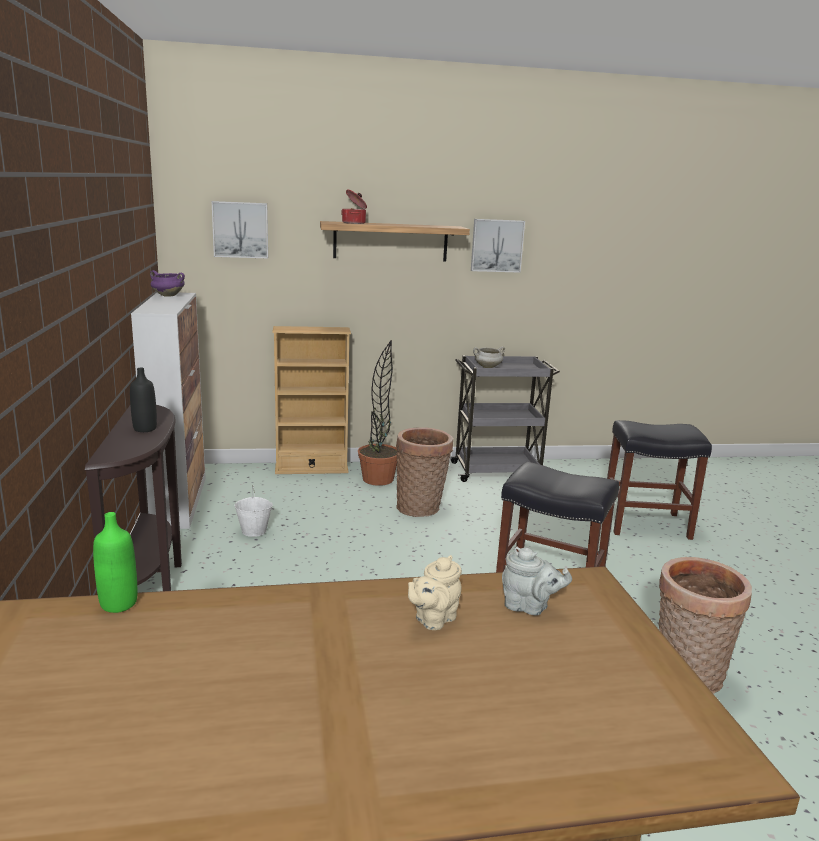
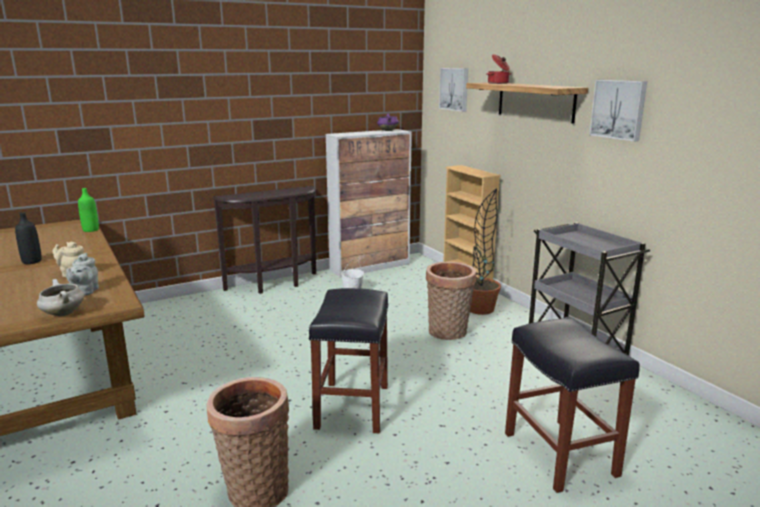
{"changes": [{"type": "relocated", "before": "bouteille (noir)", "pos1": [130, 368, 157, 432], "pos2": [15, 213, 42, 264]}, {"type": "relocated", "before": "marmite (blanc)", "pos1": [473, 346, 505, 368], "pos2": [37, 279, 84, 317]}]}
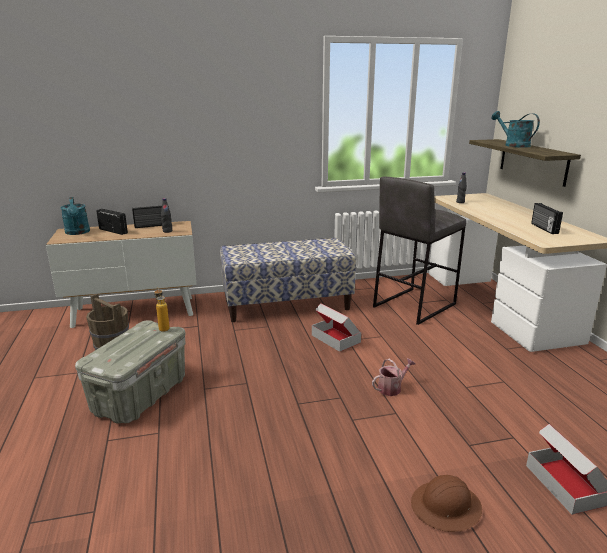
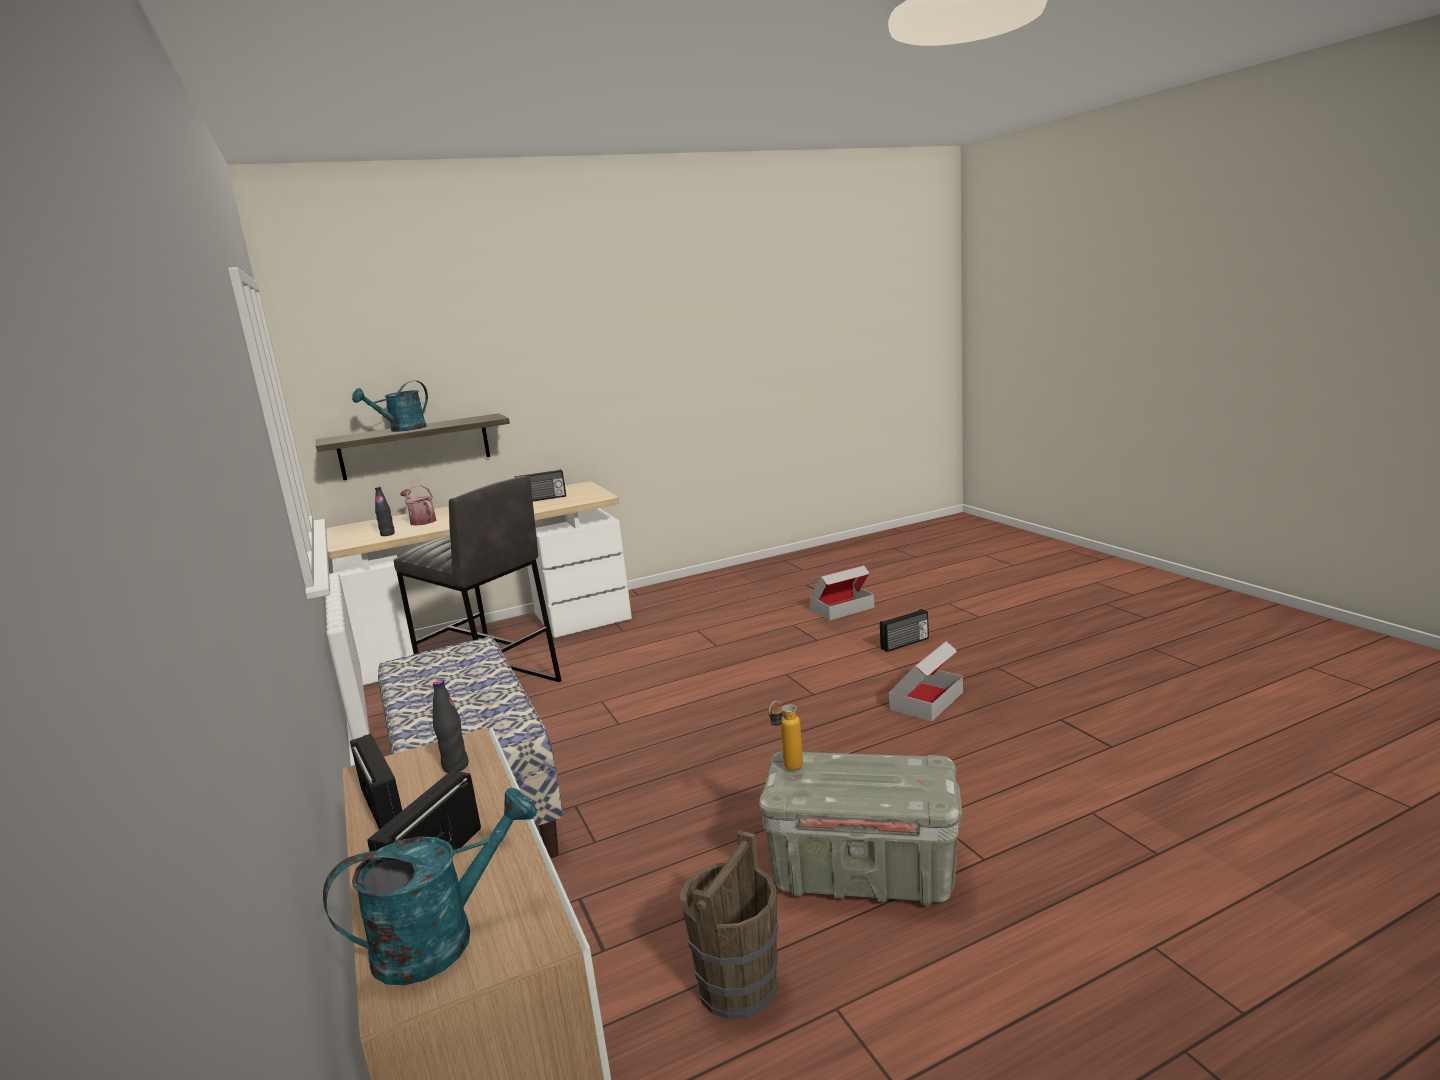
{"changes": [{"type": "relocated", "before": "carton", "pos1": [312, 303, 361, 352], "pos2": [889, 641, 963, 721]}, {"type": "relocated", "before": "arrosoir", "pos1": [372, 358, 415, 396], "pos2": [400, 485, 437, 526]}, {"type": "exchanged", "before": "casque de chantier (marron)", "after": "radio", "pos1": [411, 475, 482, 532], "pos2": [880, 609, 929, 652]}]}
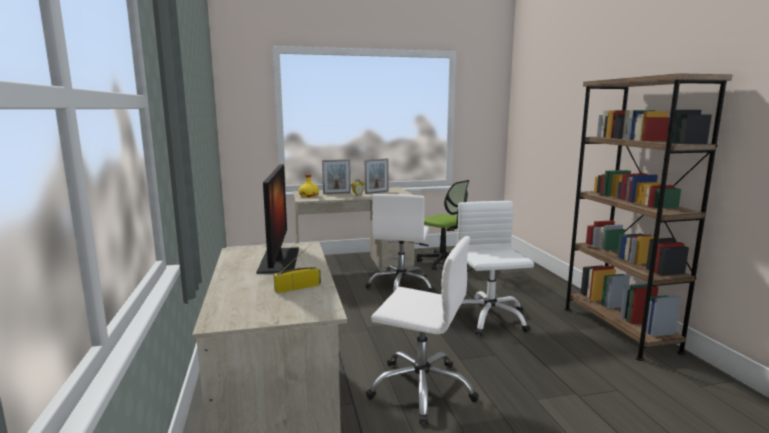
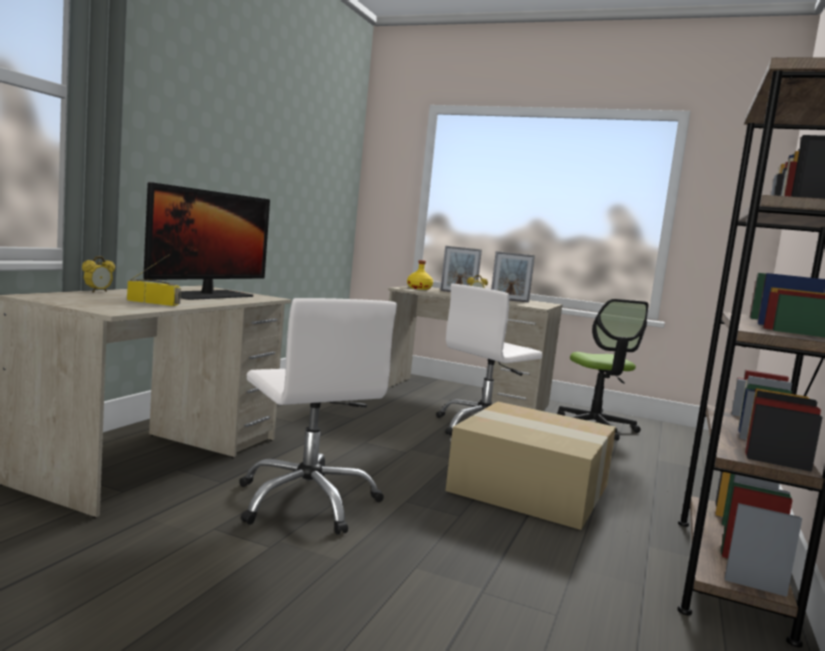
{"changes": [{"type": "appeared", "after": "réveil", "pos2": [82, 256, 115, 292]}, {"type": "exchanged", "before": "chaise de bureau (blanc)", "after": "carton", "pos1": [457, 201, 534, 336], "pos2": [445, 401, 616, 530]}]}
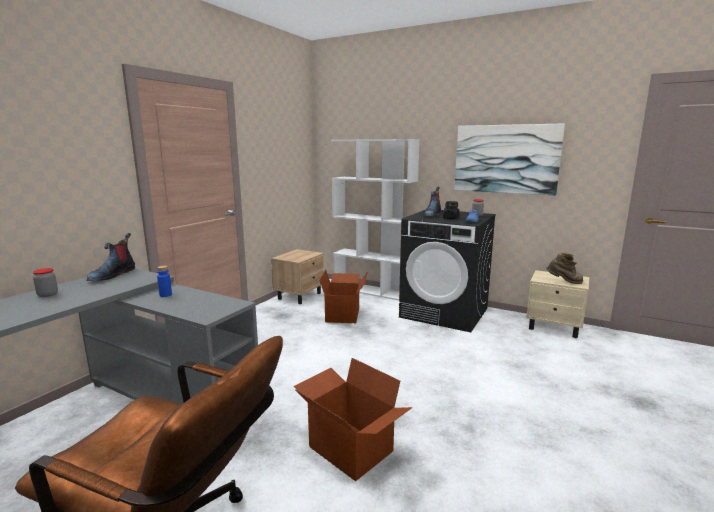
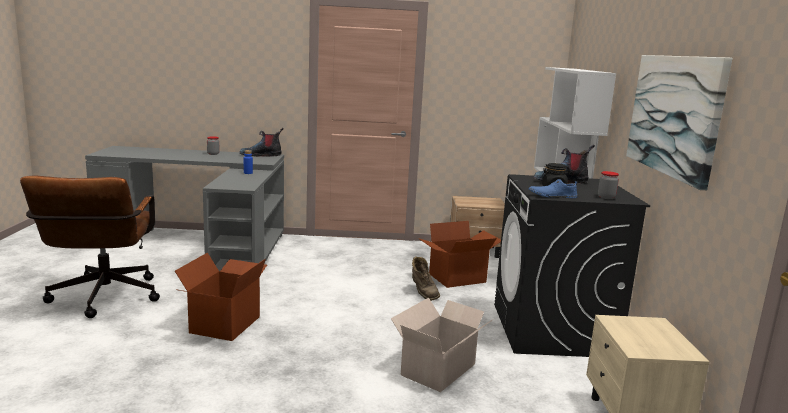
{"changes": [{"type": "appeared", "after": "carton", "pos2": [391, 298, 494, 392]}, {"type": "relocated", "before": "botte (marron)", "pos1": [546, 253, 583, 284], "pos2": [412, 256, 440, 301]}]}
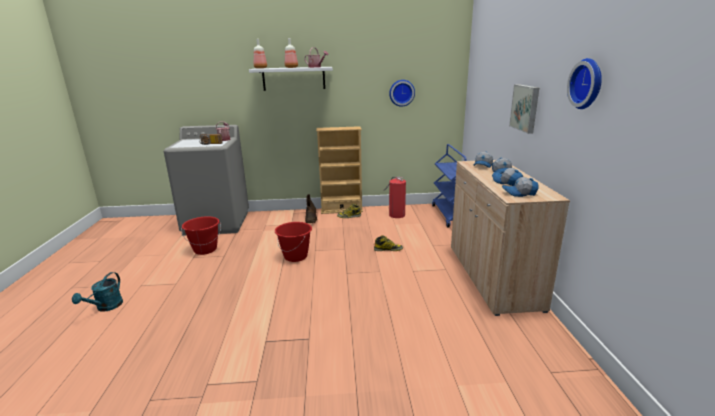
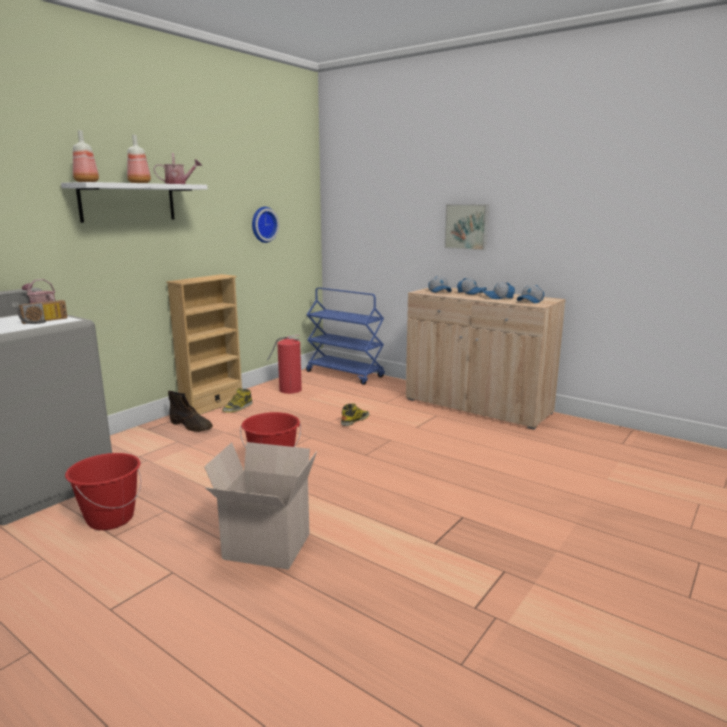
{"changes": [{"type": "missing", "before": "arrosoir (turquoise)", "pos1": [72, 272, 123, 312]}, {"type": "missing", "before": "horloge murale", "pos1": [567, 58, 602, 109]}, {"type": "appeared", "after": "carton", "pos2": [204, 442, 317, 570]}]}
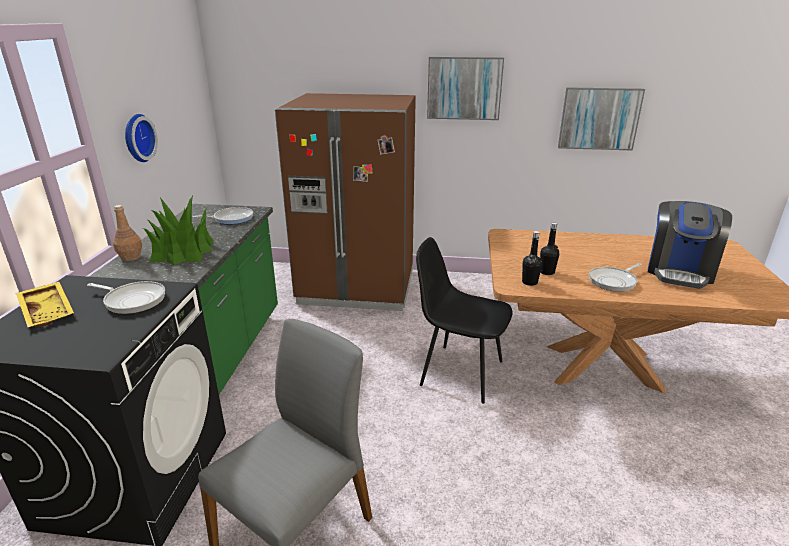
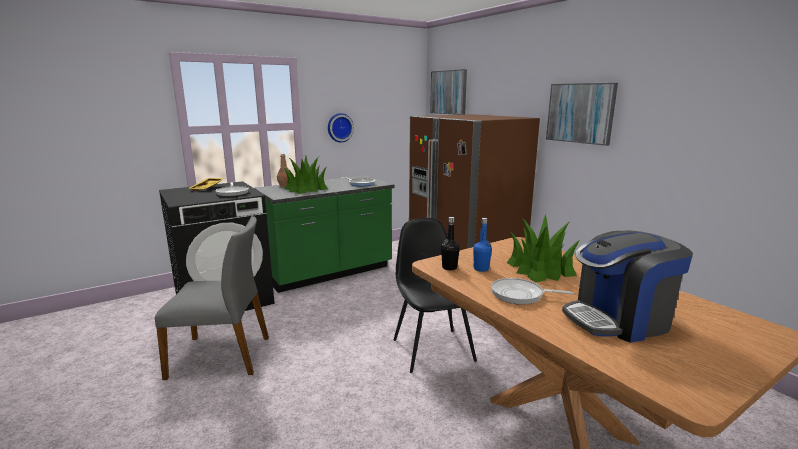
{"changes": [{"type": "appeared", "after": "plante en pot", "pos2": [507, 214, 580, 282]}, {"type": "relocated", "before": "tableau", "pos1": [558, 87, 645, 151], "pos2": [430, 69, 467, 115]}, {"type": "colour", "before": "bouteille (noir)", "after": "bouteille (bleu)", "pos1": [540, 222, 559, 275], "pos2": [473, 218, 492, 272]}]}
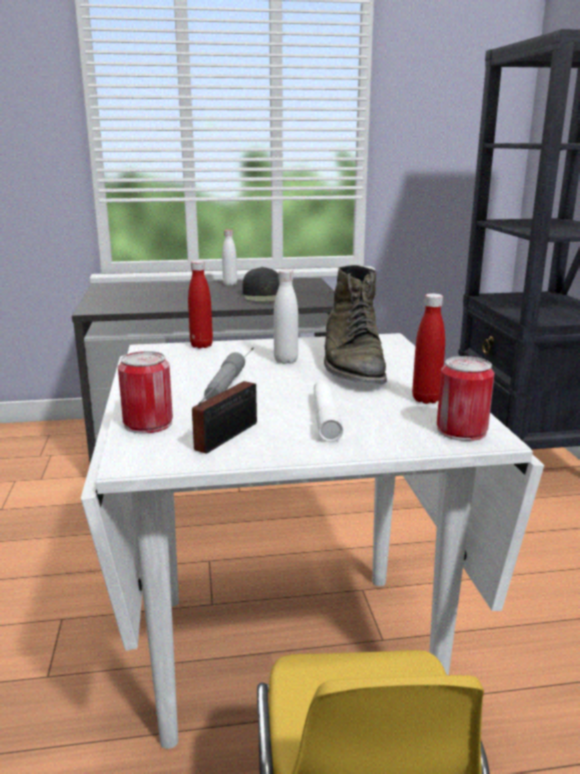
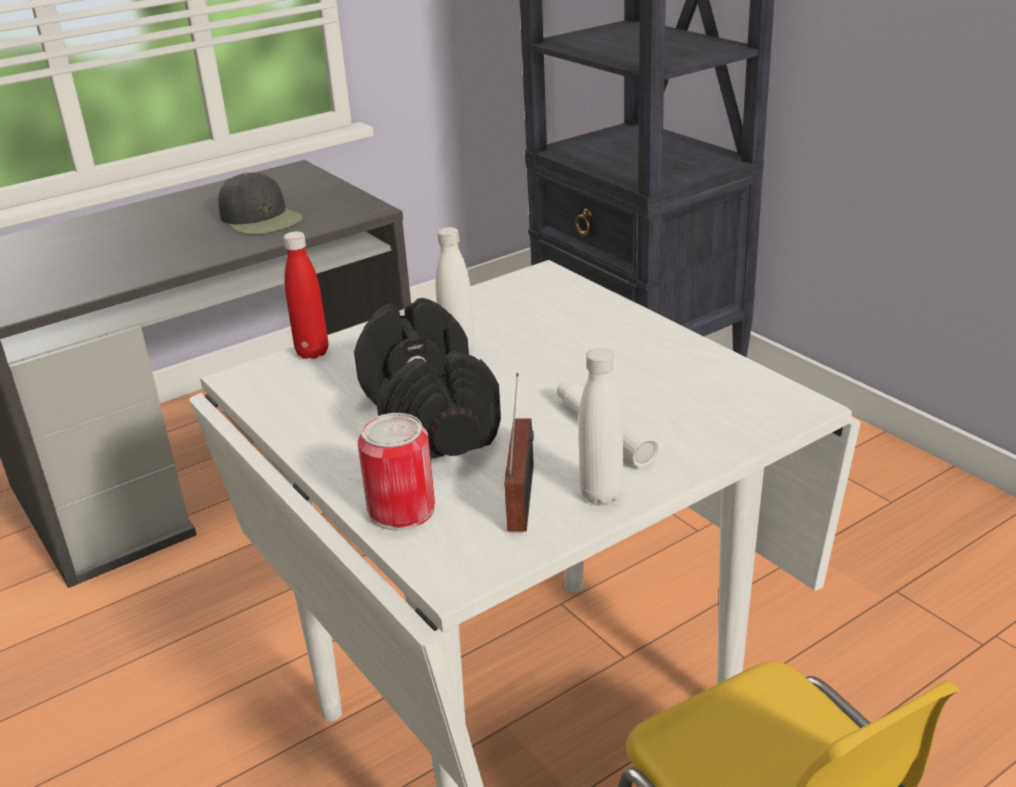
{"changes": [{"type": "missing", "before": "botte (vert)", "pos1": [324, 265, 387, 385]}, {"type": "missing", "before": "bouteille (rouge)", "pos1": [412, 293, 445, 404]}, {"type": "missing", "before": "boîte métallique", "pos1": [437, 356, 495, 441]}, {"type": "relocated", "before": "bouteille (blanc)", "pos1": [222, 230, 237, 285], "pos2": [579, 348, 623, 505]}, {"type": "exchanged", "before": "lampe de poche (gris)", "after": "haltère (noir)", "pos1": [204, 352, 245, 400], "pos2": [354, 298, 501, 459]}]}
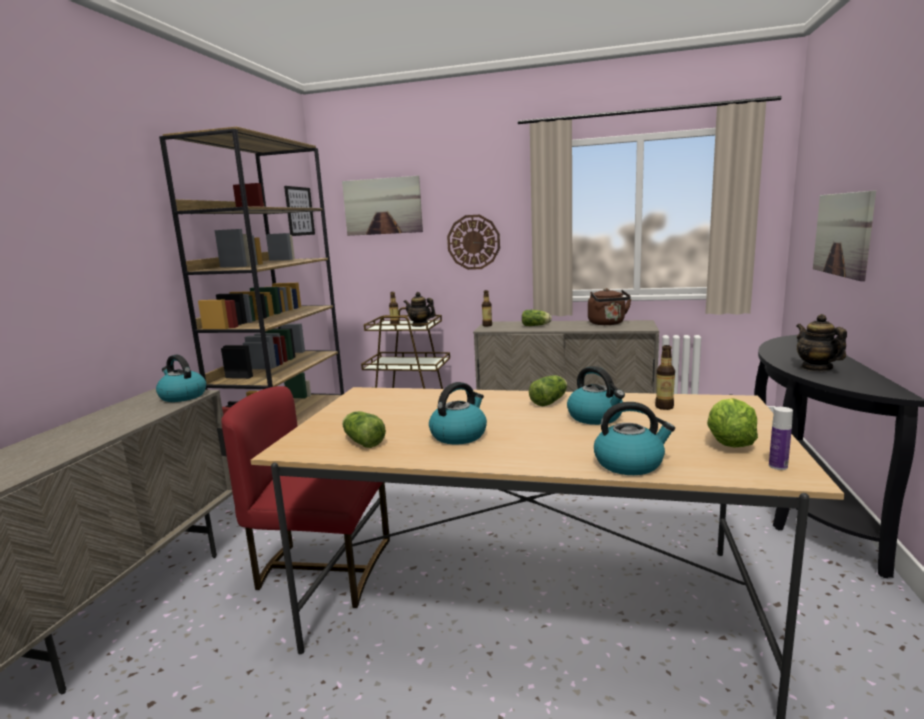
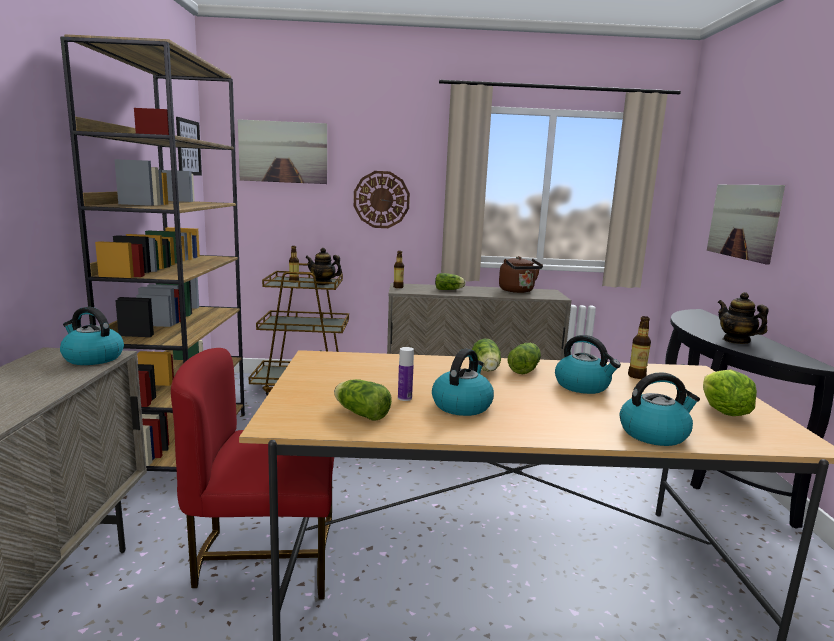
{"changes": [{"type": "appeared", "after": "laitue", "pos2": [472, 339, 501, 372]}, {"type": "relocated", "before": "bouteille", "pos1": [769, 407, 793, 470], "pos2": [398, 347, 414, 401]}]}
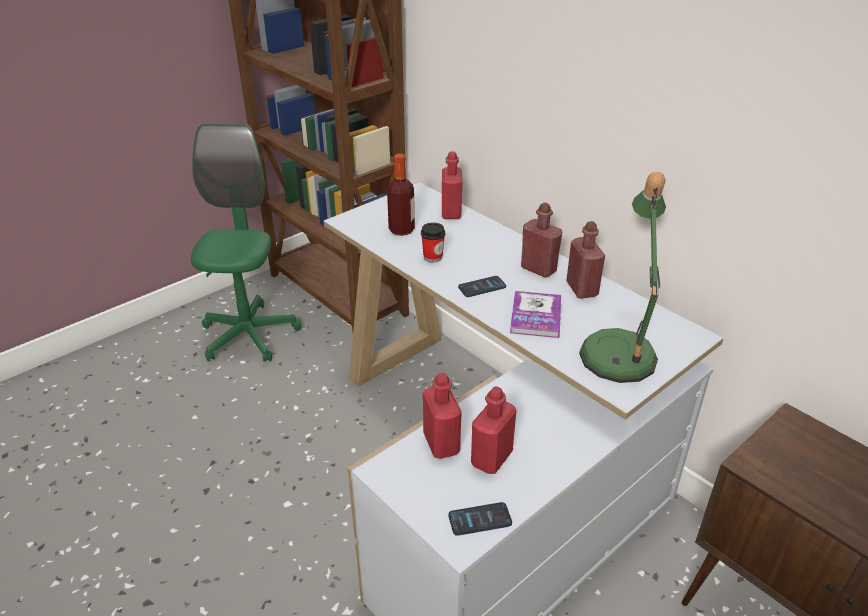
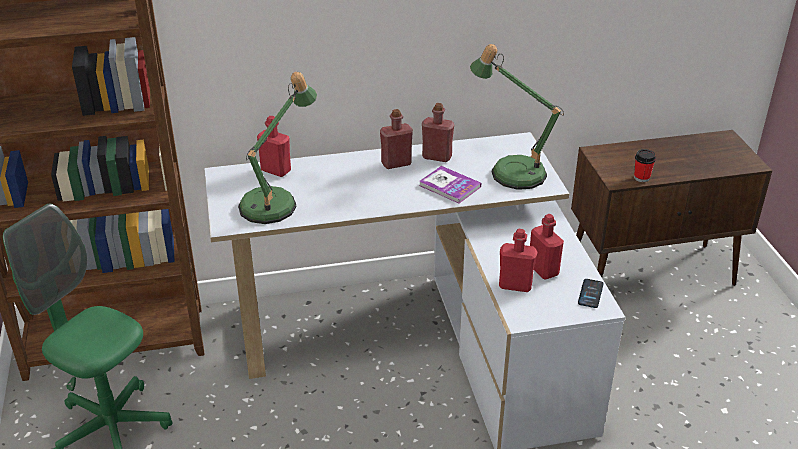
{"changes": [{"type": "missing", "before": "téléphone", "pos1": [458, 276, 506, 297]}, {"type": "relocated", "before": "tasse", "pos1": [421, 222, 445, 263], "pos2": [634, 149, 656, 182]}, {"type": "exchanged", "before": "bouteille", "after": "lampe de table", "pos1": [387, 153, 415, 236], "pos2": [238, 72, 317, 224]}]}
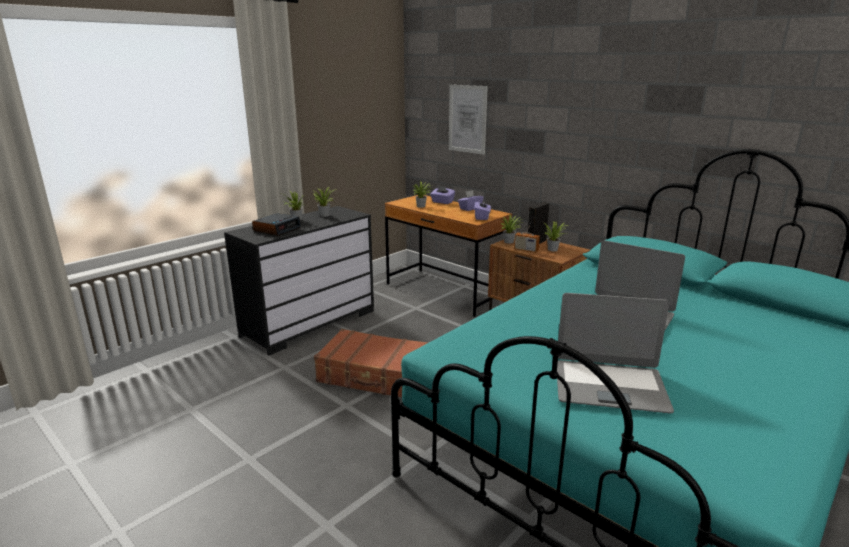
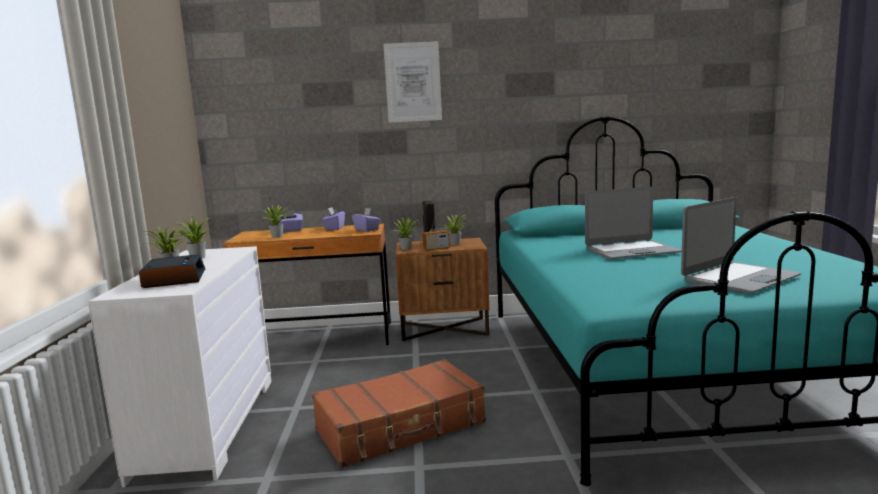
{"changes": [{"type": "relocated", "before": "tableau", "pos1": [449, 85, 488, 155], "pos2": [383, 41, 442, 123]}, {"type": "colour", "before": "commode (noir)", "after": "commode (blanc)", "pos1": [224, 206, 374, 356], "pos2": [88, 246, 272, 487]}]}
